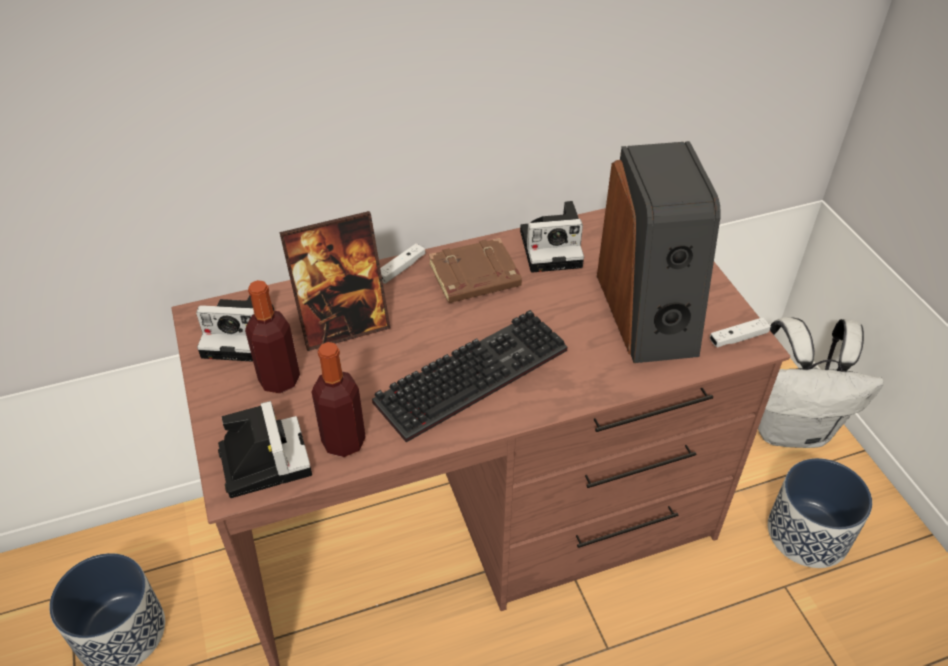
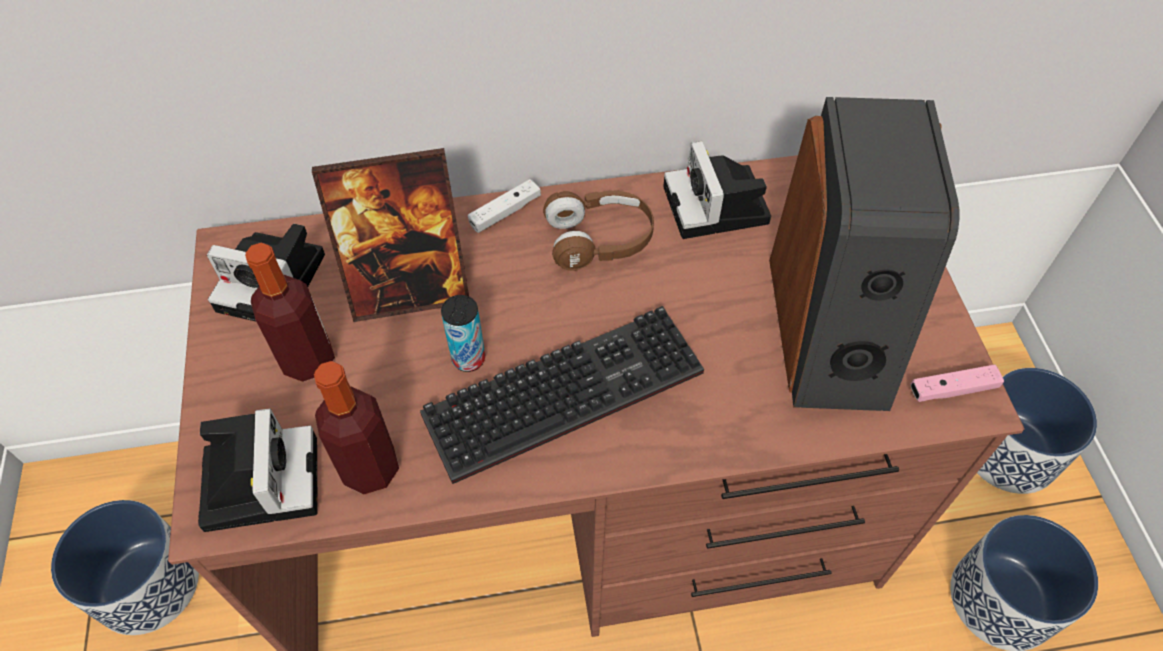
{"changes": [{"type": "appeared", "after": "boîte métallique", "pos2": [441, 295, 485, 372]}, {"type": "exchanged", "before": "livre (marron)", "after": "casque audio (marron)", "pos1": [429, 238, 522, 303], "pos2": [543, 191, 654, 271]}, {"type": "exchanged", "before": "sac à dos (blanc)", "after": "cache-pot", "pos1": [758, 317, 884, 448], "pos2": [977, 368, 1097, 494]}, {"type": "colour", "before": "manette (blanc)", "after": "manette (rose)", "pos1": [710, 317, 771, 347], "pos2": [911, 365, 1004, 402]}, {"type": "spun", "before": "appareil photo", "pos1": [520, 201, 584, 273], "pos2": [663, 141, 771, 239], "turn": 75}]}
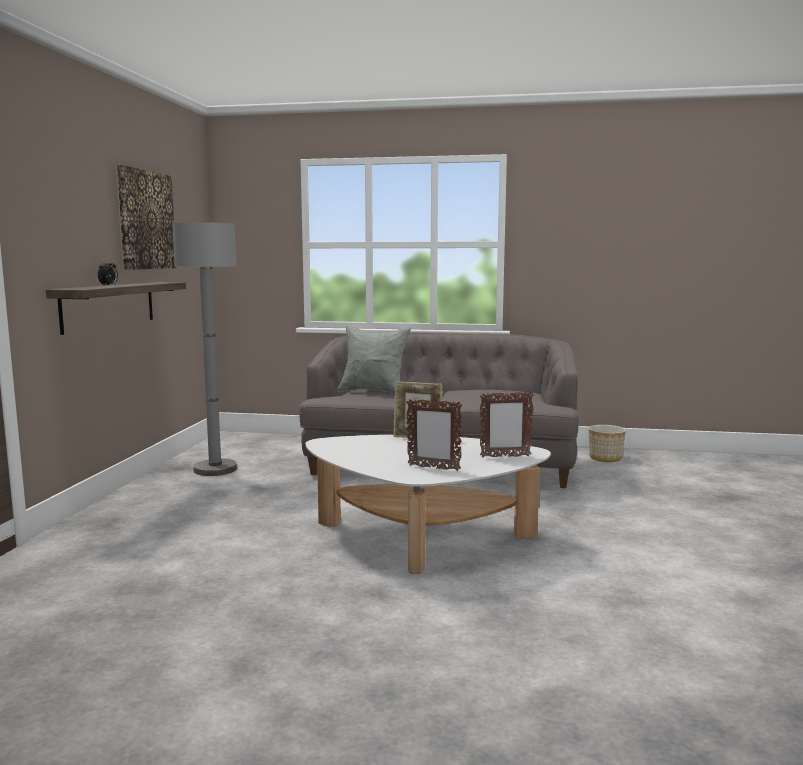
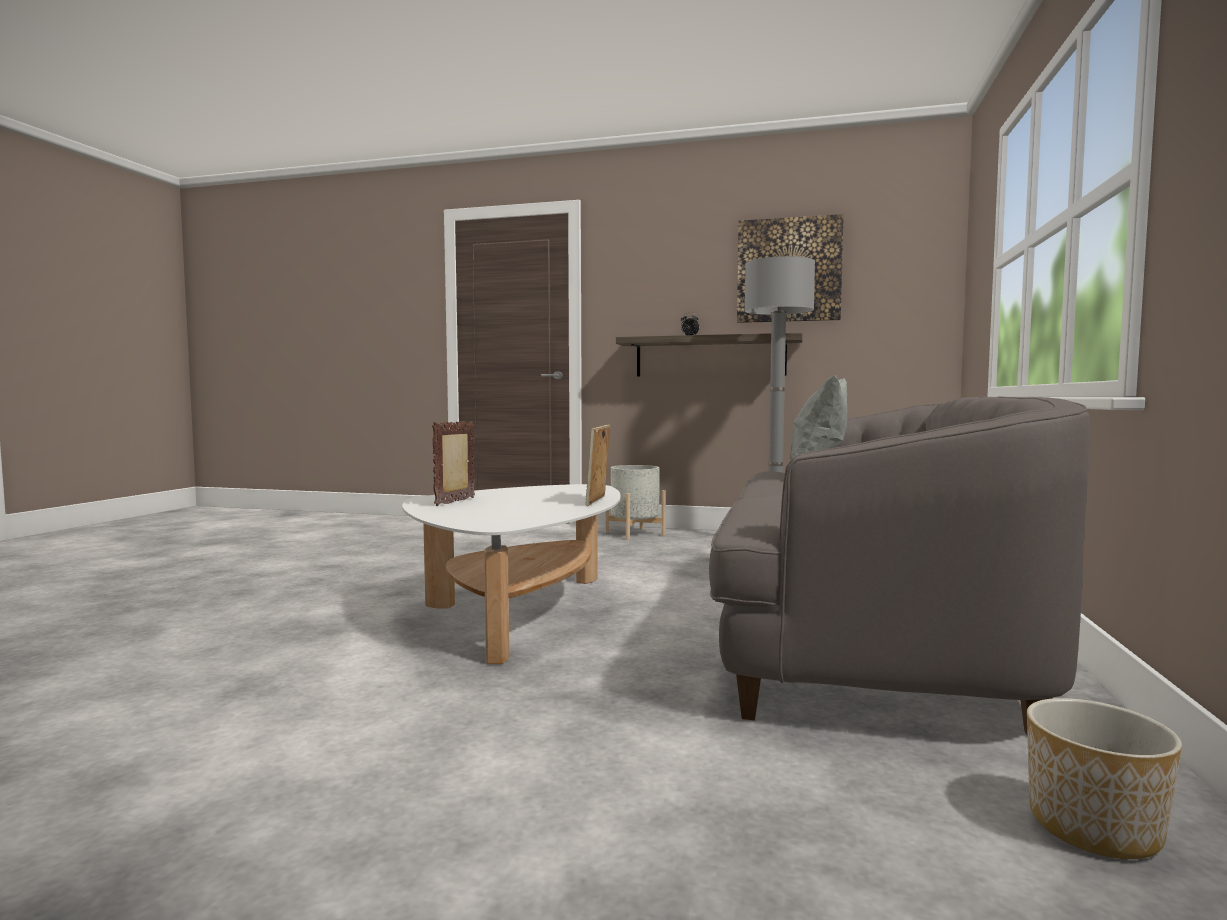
{"changes": [{"type": "missing", "before": "cadre photo", "pos1": [480, 392, 534, 458]}, {"type": "appeared", "after": "cache-pot (gris)", "pos2": [605, 465, 666, 540]}]}
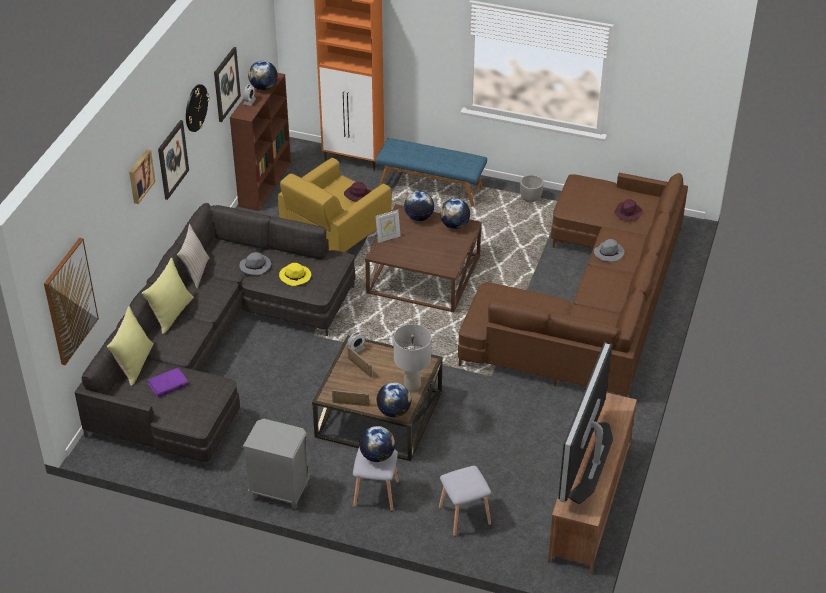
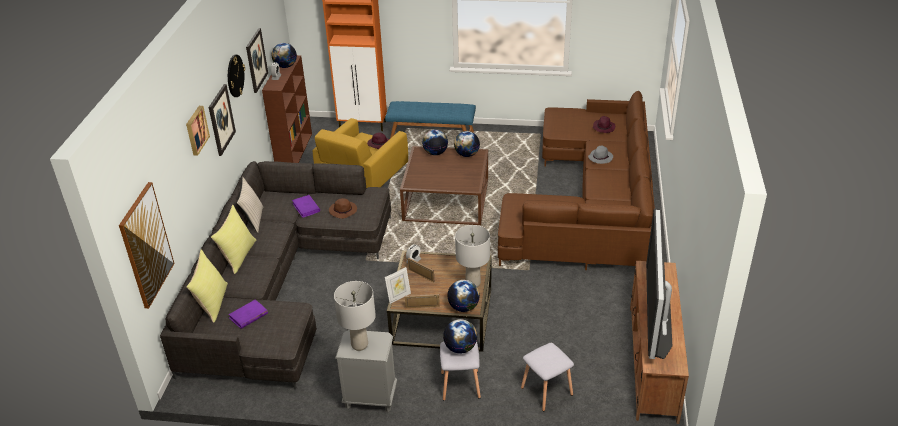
{"changes": [{"type": "missing", "before": "cache-pot", "pos1": [520, 175, 544, 203]}, {"type": "appeared", "after": "lampe de table (gris)", "pos2": [334, 281, 376, 351]}, {"type": "relocated", "before": "cadre photo", "pos1": [375, 210, 401, 243], "pos2": [385, 267, 411, 304]}, {"type": "exchanged", "before": "chapeau (gris)", "after": "livre (violet)", "pos1": [240, 252, 271, 275], "pos2": [292, 195, 320, 218]}, {"type": "colour", "before": "chapeau (jaune)", "after": "chapeau (marron)", "pos1": [279, 263, 311, 286], "pos2": [329, 198, 357, 219]}]}
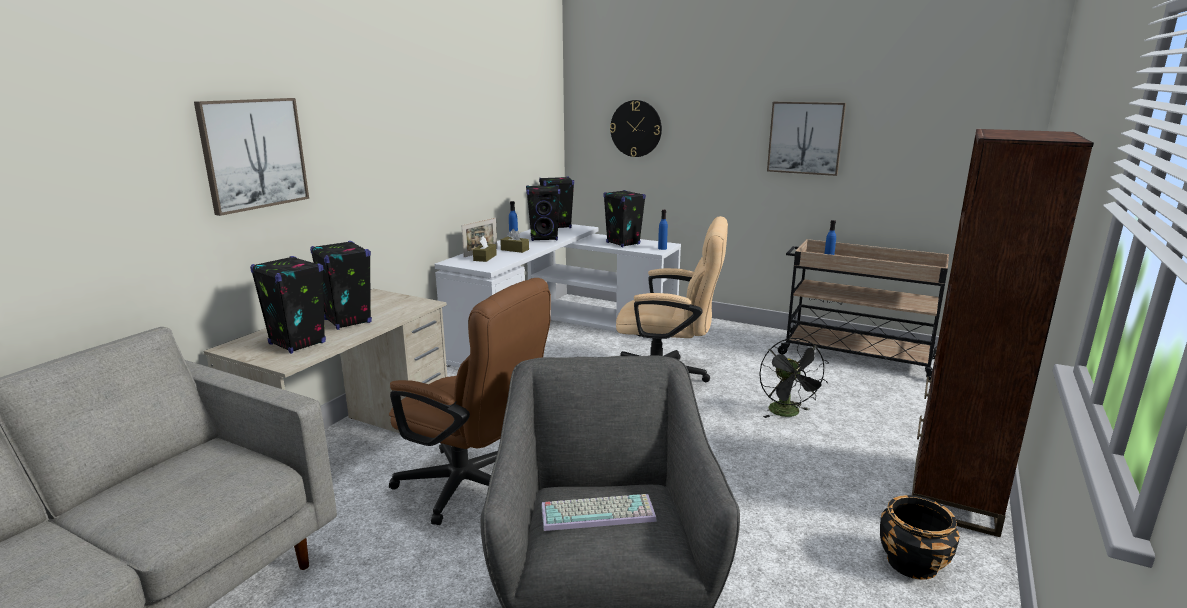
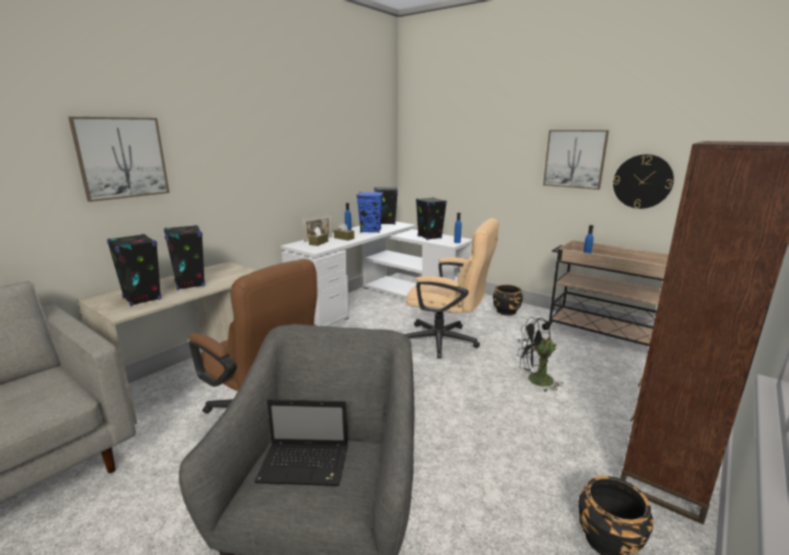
{"changes": [{"type": "appeared", "after": "cache-pot (noir)", "pos2": [493, 285, 523, 316]}, {"type": "relocated", "before": "horloge murale", "pos1": [610, 100, 662, 157], "pos2": [613, 154, 674, 209]}, {"type": "exchanged", "before": "clavier", "after": "ordinateur portable", "pos1": [541, 494, 657, 531], "pos2": [255, 399, 348, 486]}, {"type": "colour", "before": "enceinte (noir)", "after": "enceinte (bleu)", "pos1": [526, 185, 561, 241], "pos2": [357, 192, 383, 233]}, {"type": "spun", "before": "ventilateur (noir)", "pos1": [759, 338, 829, 418], "pos2": [517, 317, 563, 392], "turn": 90}]}
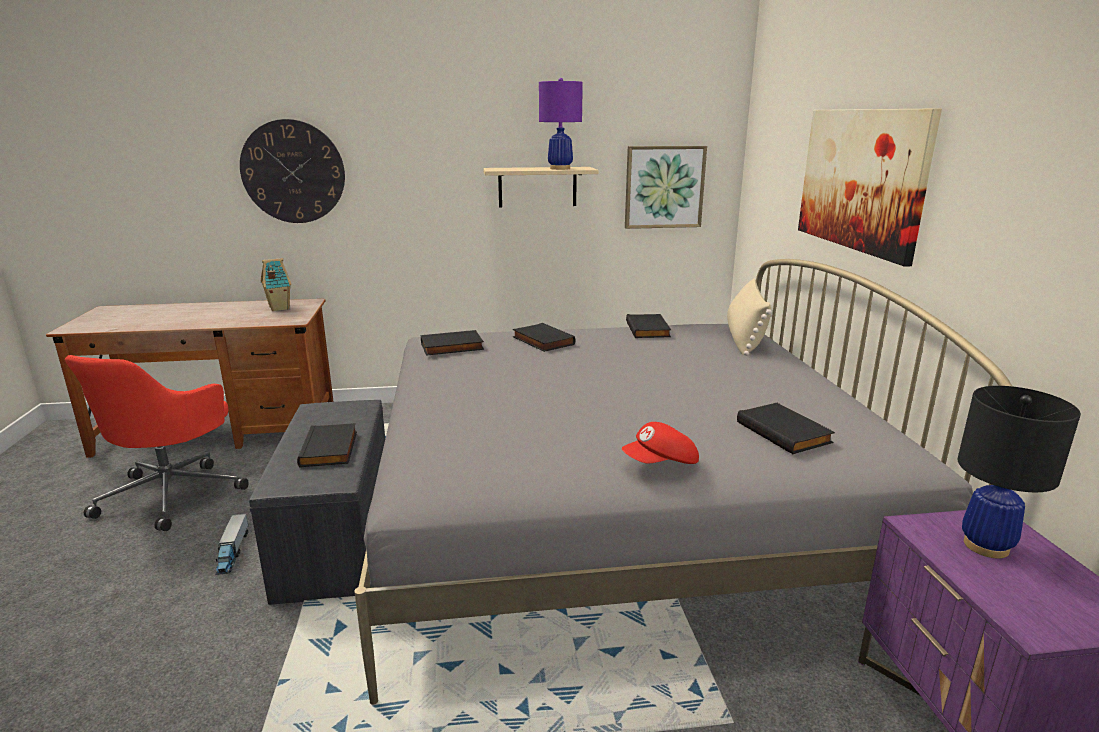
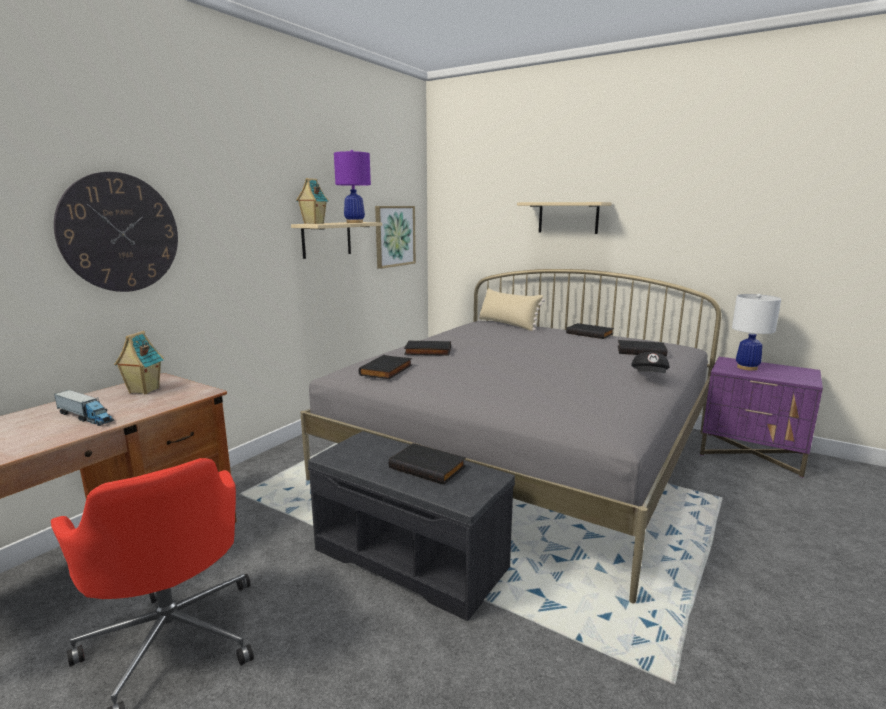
{"changes": [{"type": "appeared", "after": "maison miniature", "pos2": [296, 178, 329, 224]}, {"type": "relocated", "before": "camion jouet", "pos1": [215, 513, 249, 575], "pos2": [54, 390, 114, 426]}, {"type": "relocated", "before": "livre (noir)", "pos1": [626, 314, 671, 338], "pos2": [566, 323, 614, 339]}, {"type": "exchanged", "before": "tableau", "after": "étagère (beige)", "pos1": [798, 108, 942, 267], "pos2": [517, 202, 612, 234]}, {"type": "colour", "before": "casquette (rouge)", "after": "casquette (noir)", "pos1": [622, 422, 699, 464], "pos2": [631, 352, 670, 373]}, {"type": "colour", "before": "lampe de table (noir)", "after": "lampe de table (blanc)", "pos1": [957, 386, 1081, 558], "pos2": [732, 294, 781, 371]}]}
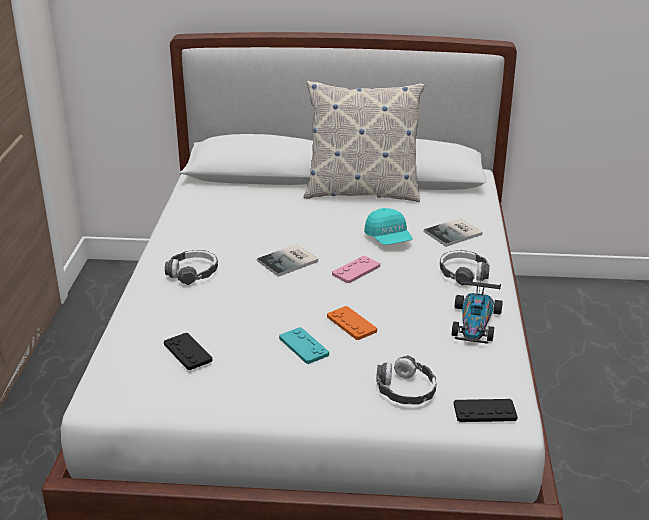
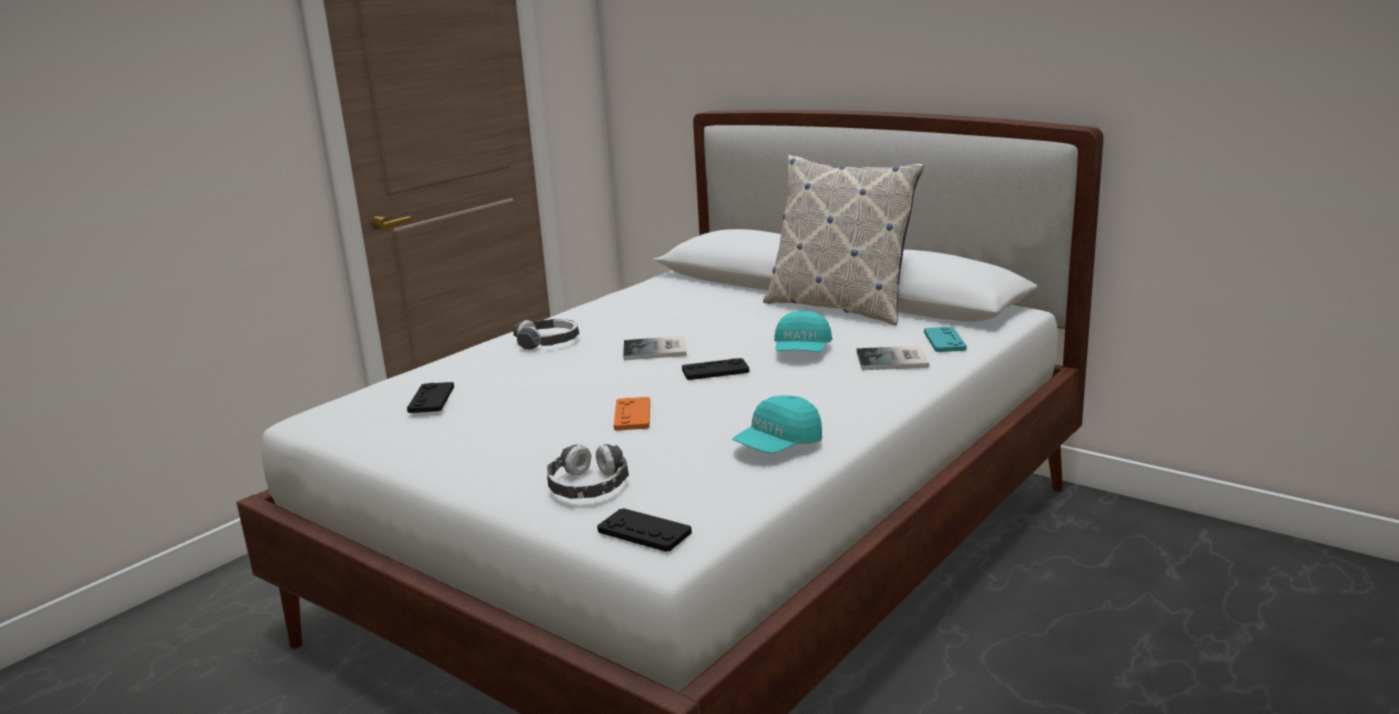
{"changes": [{"type": "missing", "before": "casque audio", "pos1": [440, 250, 490, 286]}, {"type": "relocated", "before": "manette (turquoise)", "pos1": [279, 327, 329, 364], "pos2": [924, 327, 967, 352]}, {"type": "exchanged", "before": "petite voiture", "after": "casquette (turquoise)", "pos1": [452, 279, 503, 344], "pos2": [732, 395, 822, 453]}, {"type": "colour", "before": "manette (rose)", "after": "manette (noir)", "pos1": [332, 256, 380, 283], "pos2": [682, 358, 749, 380]}]}
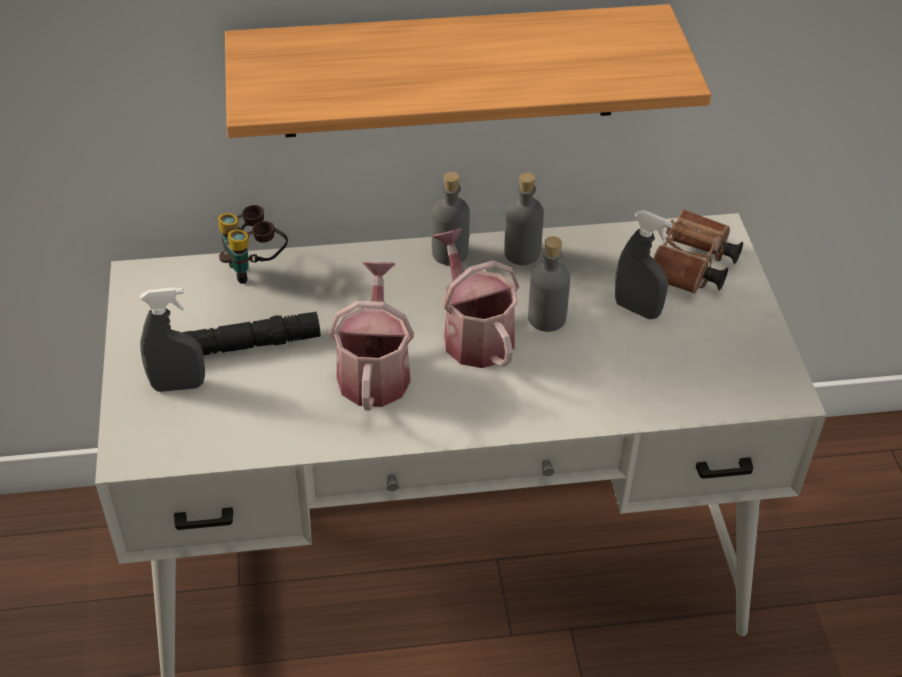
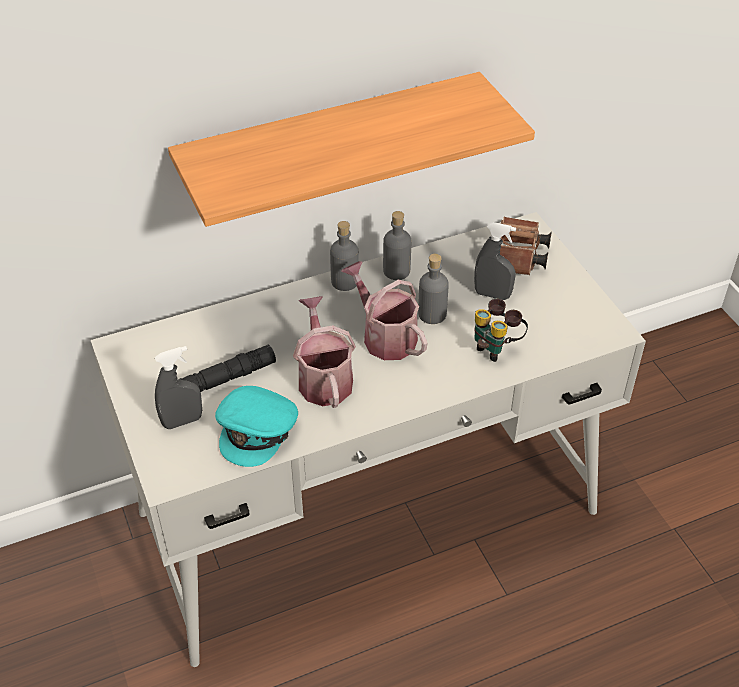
{"changes": [{"type": "appeared", "after": "casquette (turquoise)", "pos2": [215, 386, 298, 467]}, {"type": "relocated", "before": "jumelles", "pos1": [218, 205, 288, 284], "pos2": [474, 299, 528, 362]}]}
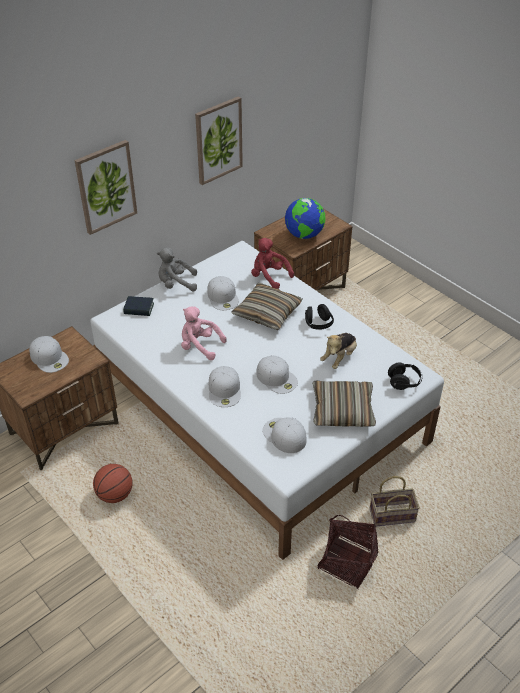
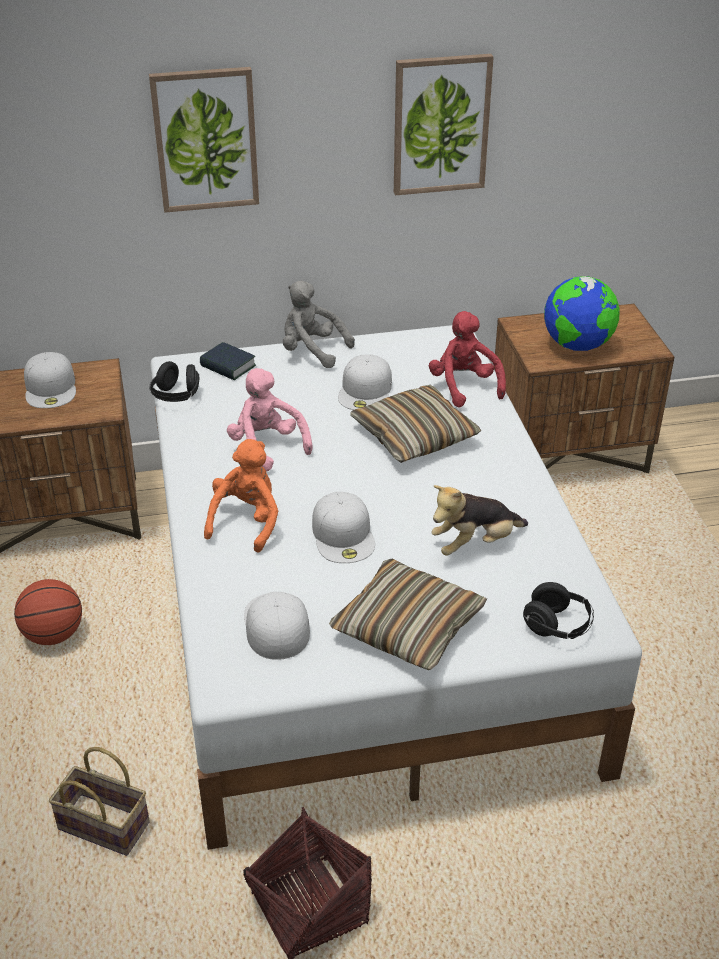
{"changes": [{"type": "relocated", "before": "casque audio (noir)", "pos1": [305, 304, 334, 330], "pos2": [149, 361, 199, 402]}, {"type": "relocated", "before": "panier", "pos1": [370, 476, 420, 526], "pos2": [49, 747, 150, 856]}, {"type": "exchanged", "before": "casquette (blanc)", "after": "peluche (orange)", "pos1": [209, 366, 241, 407], "pos2": [204, 439, 278, 553]}]}
